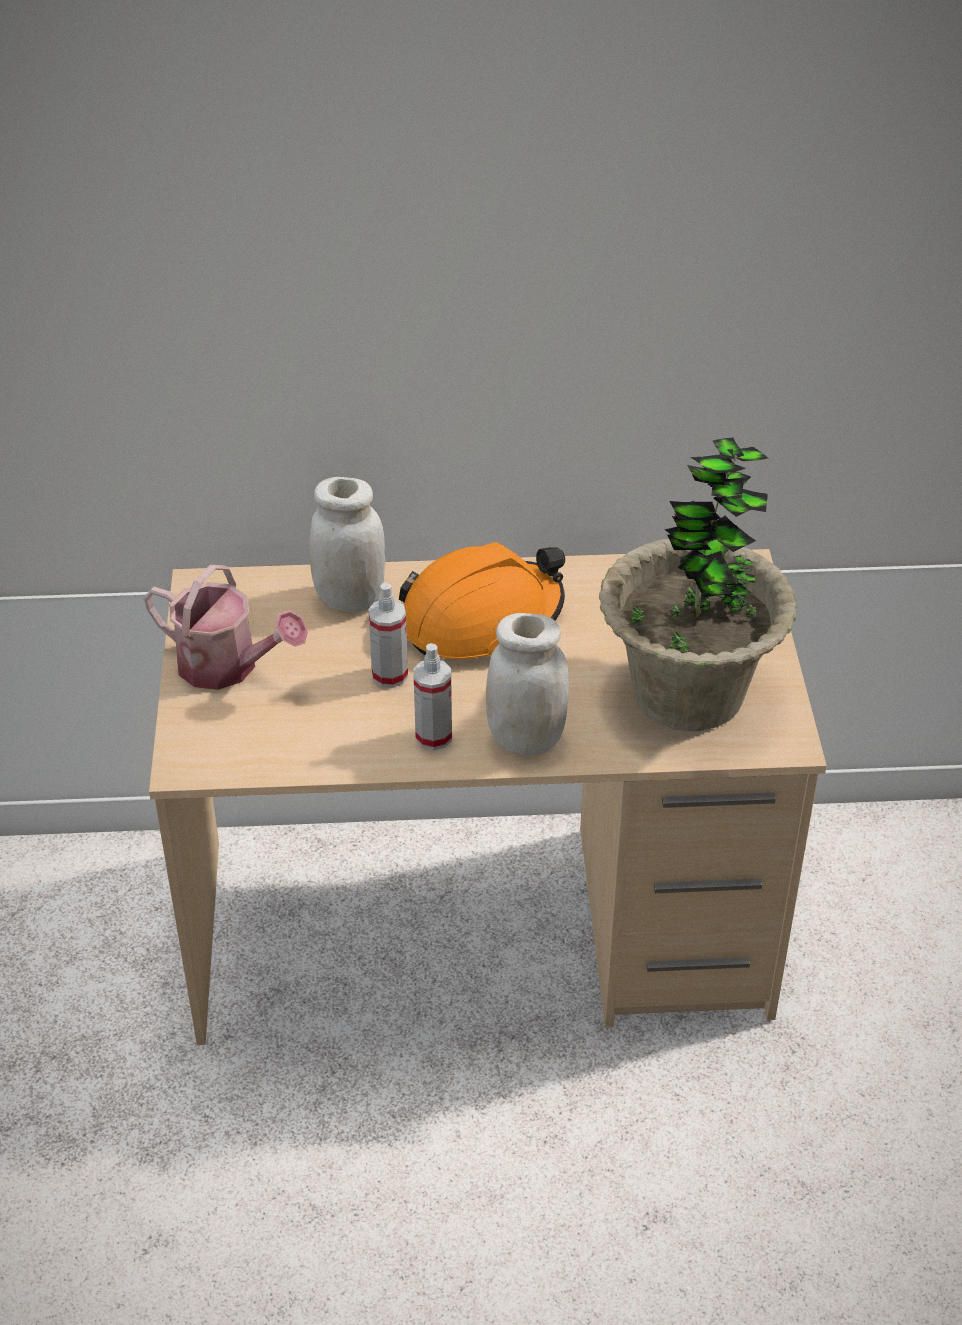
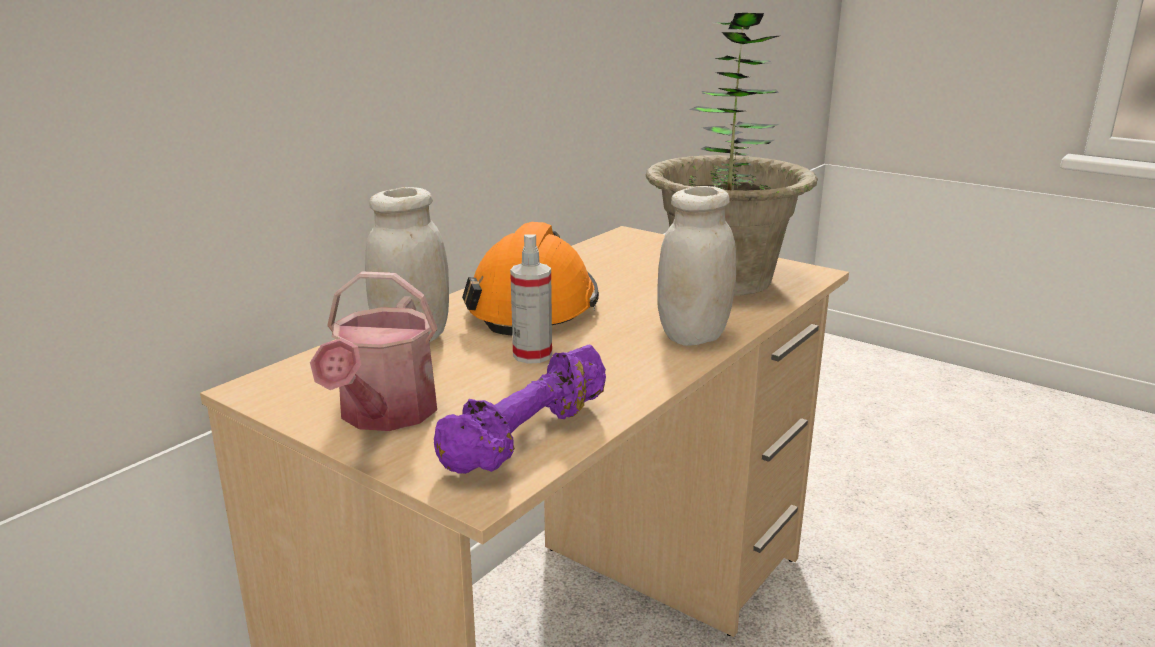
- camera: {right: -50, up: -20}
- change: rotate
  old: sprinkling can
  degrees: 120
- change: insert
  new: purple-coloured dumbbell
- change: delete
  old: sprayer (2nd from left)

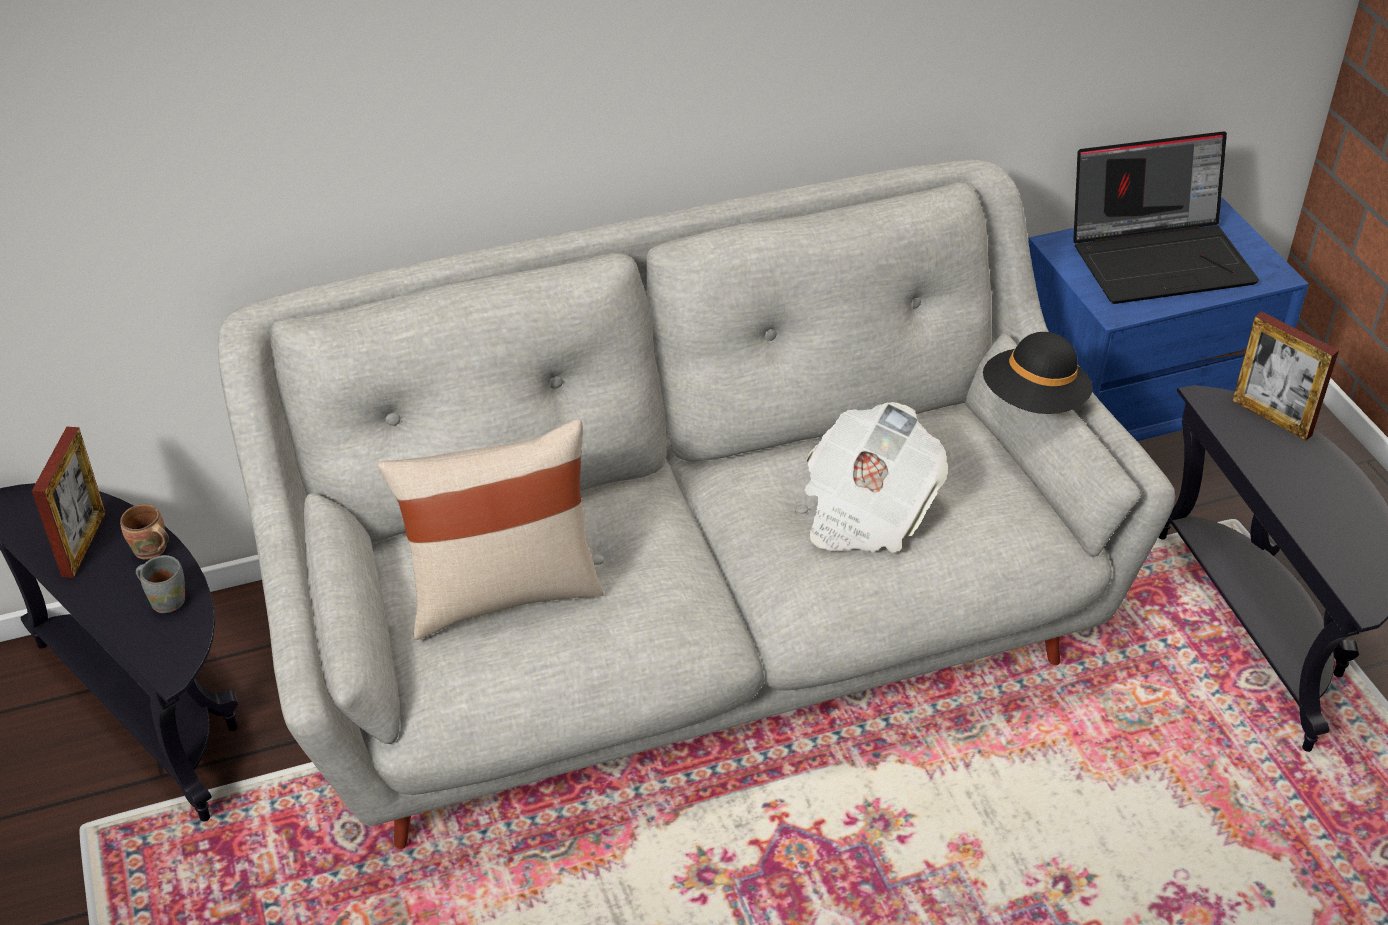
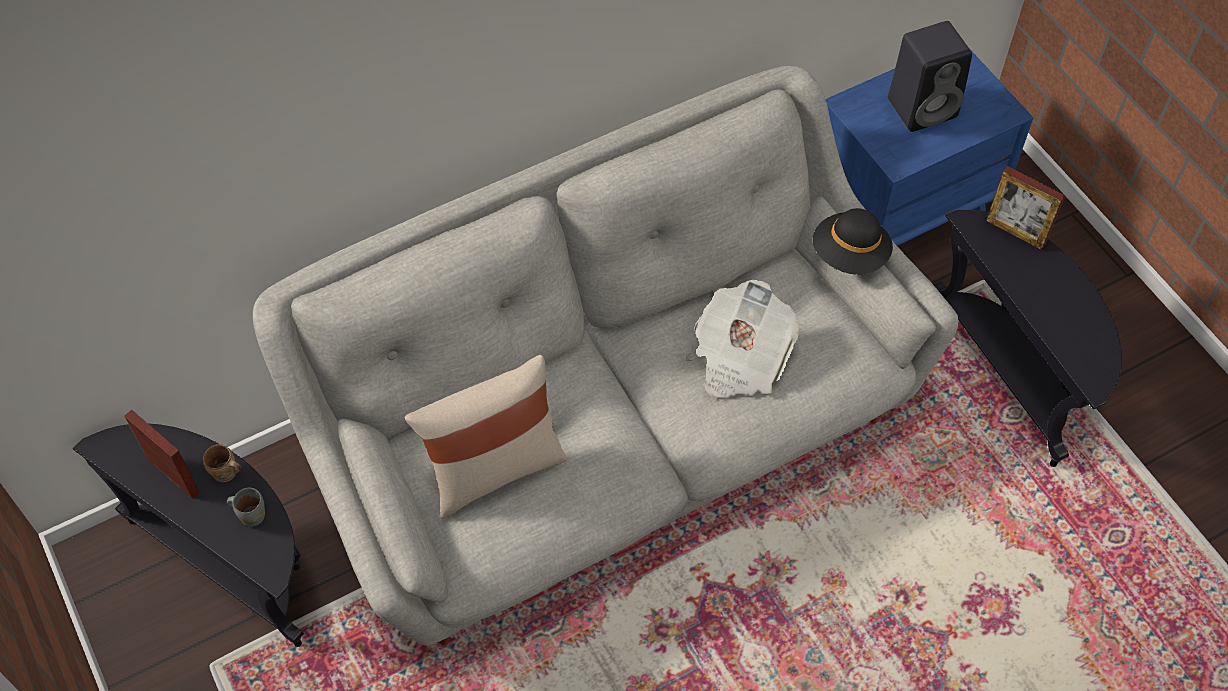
- camera: {right: -10, up: 15}
- change: rotate
  old: picture frame (1st from left)
  degrees: -45
- change: replace
  old: laptop
  new: blackish speaker

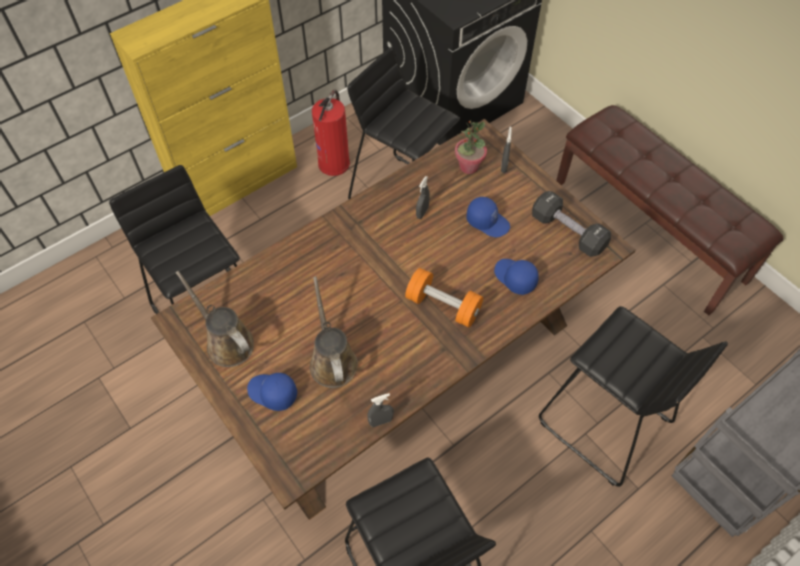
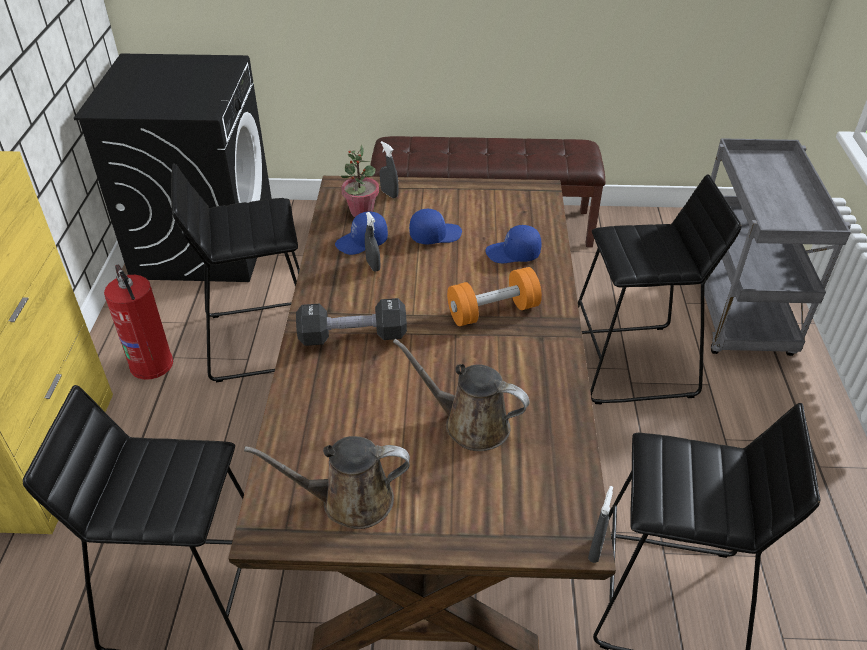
- camera: {right: -50, up: -15}
- change: move
  old: blackish dumbbell
- change: move
  old: blue-coloured baseball cap (1st from left)
- change: move
  old: grey sprayer (1st from left in the first image)
  new: grey sprayer (3rd from left)

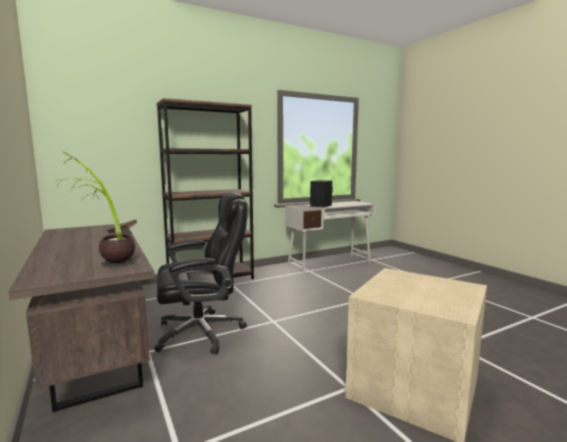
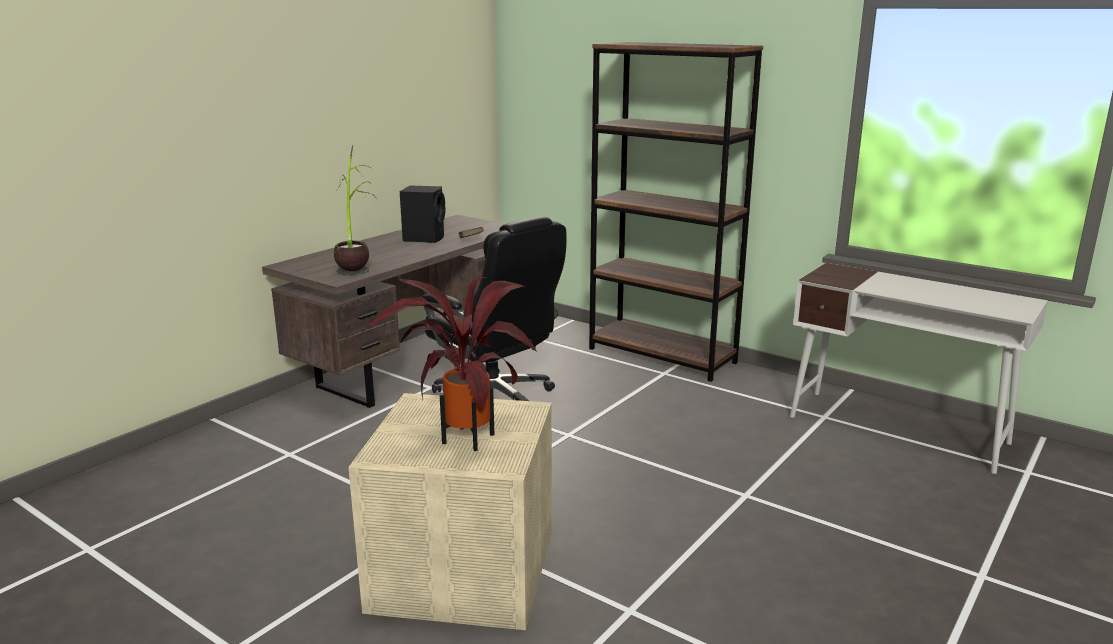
- camera: {right: 65, up: 10}
- change: insert
  new: houseplant (2nd from left)
- change: move
  old: blackish speaker

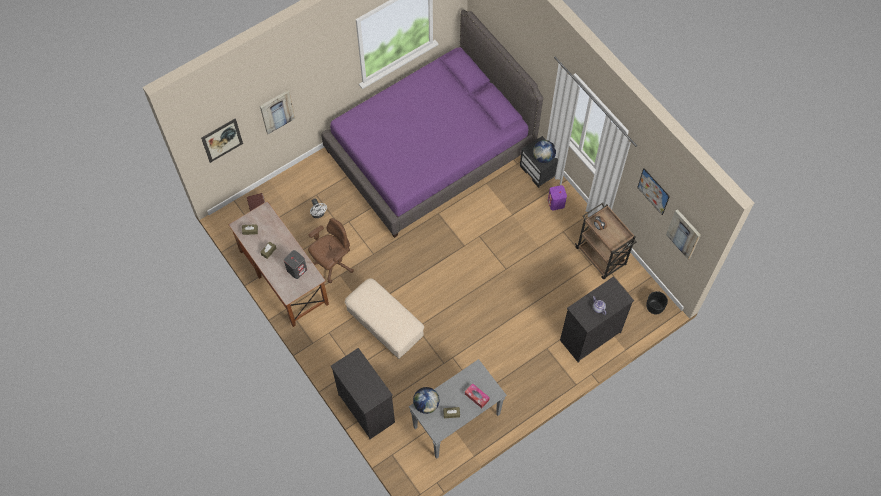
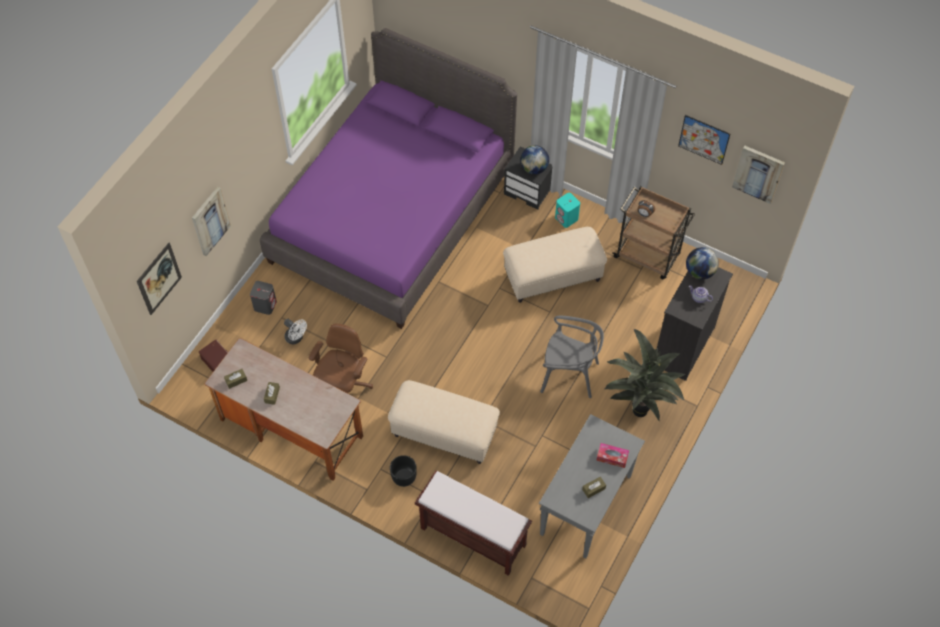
- camera: {right: -25, up: -5}
- change: move
  old: grey speaker
- change: move
  old: blackish plant pot
- change: replace
  old: blackish dresser (1st from left)
  new: brown bench
- change: insert
  new: beige footrest (2nd from left)
- change: insert
  new: grey chair
- change: recolor
  old: purple-coloured speaker
  new: turquoise-coloured speaker
- change: insert
  new: houseplant
- change: move
  old: world globe (1st from left in the first image)
  new: world globe (2nd from left)

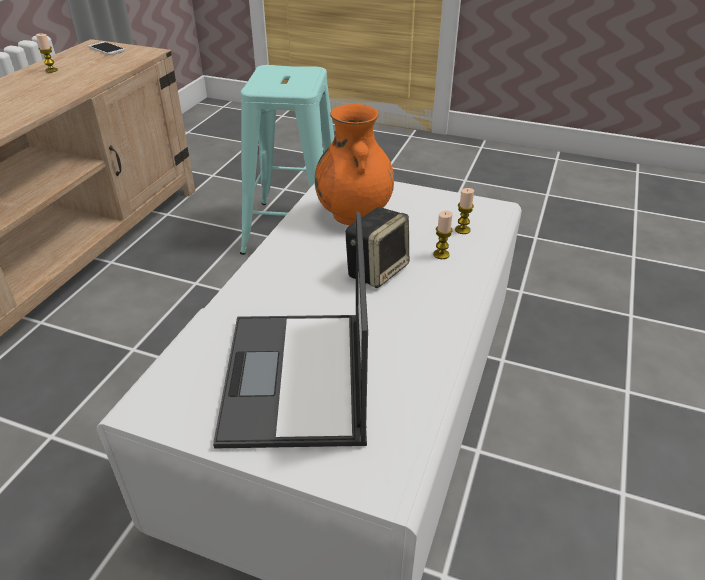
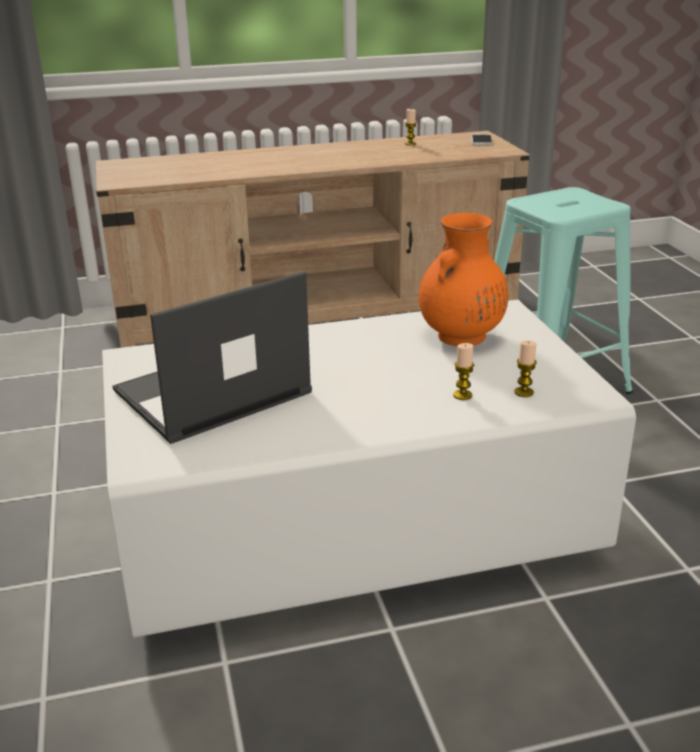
- camera: {right: 55, up: -10}
- change: delete
  old: speaker

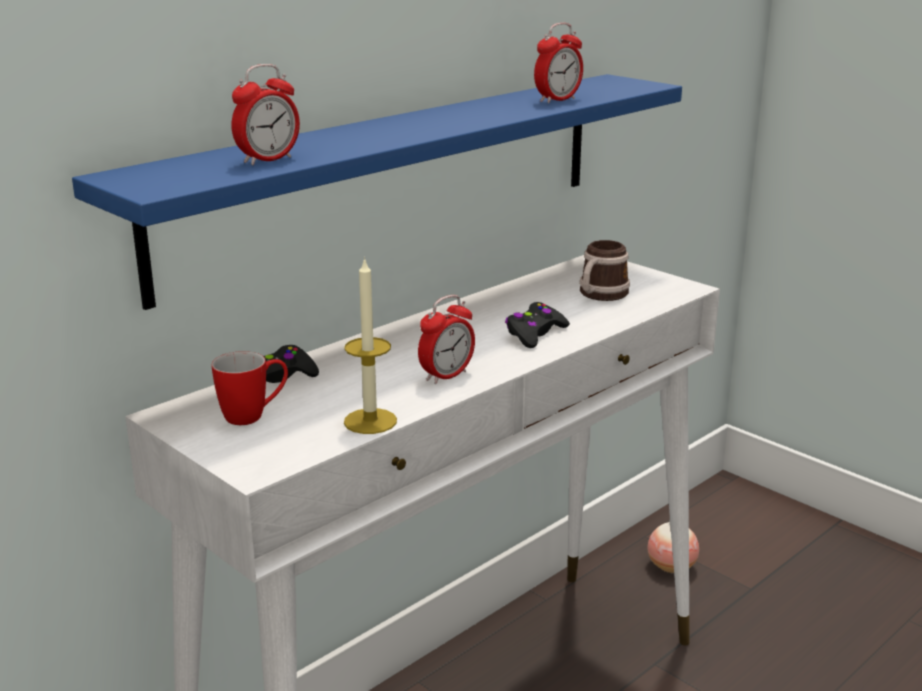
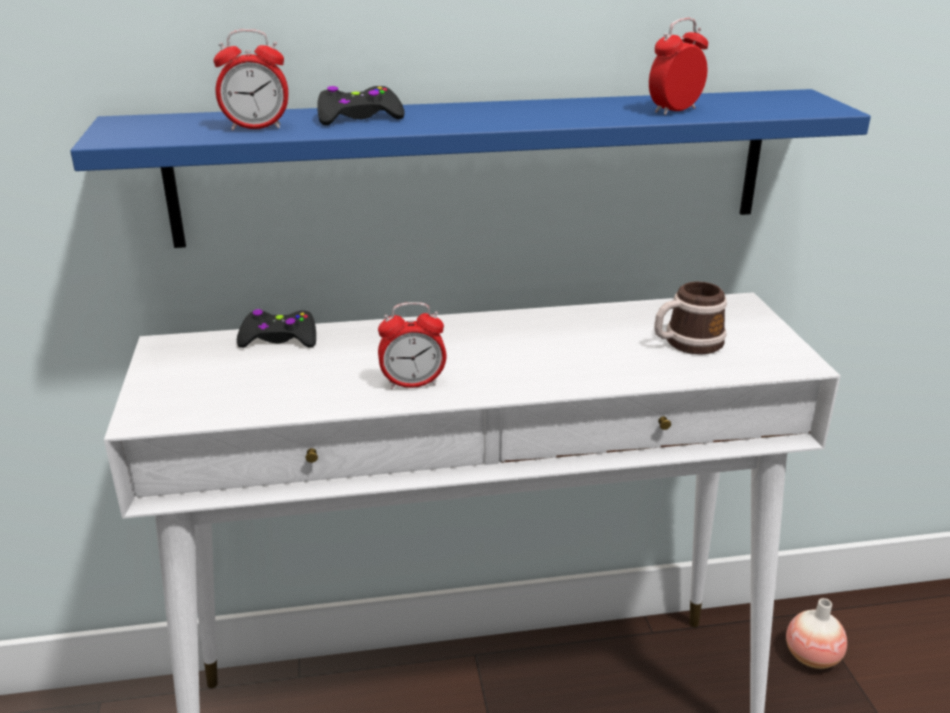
- camera: {right: 35, up: 5}
- change: move
  old: blackish gamepad (2nd from left)
- change: rotate
  old: table clock (3rd from left)
  degrees: 150
- change: delete
  old: coffee mug (1st from left)
- change: delete
  old: candle

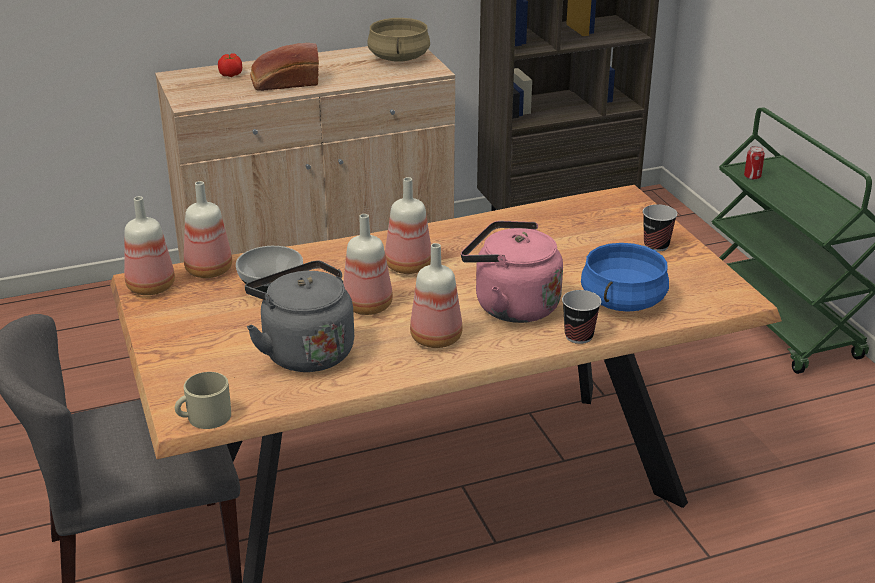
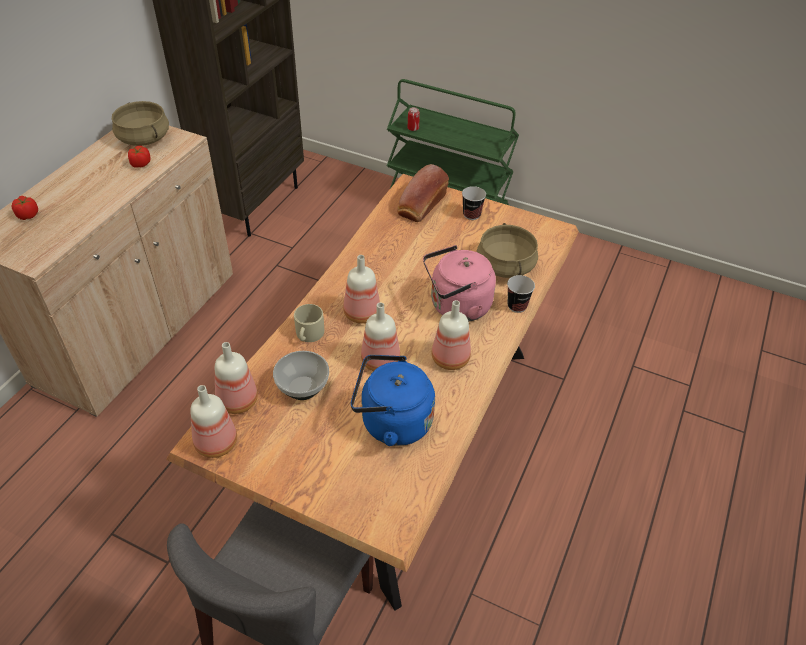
- camera: {right: -45, up: 15}
- change: insert
  new: whole tomato (2nd from left)
- change: move
  old: beige coffee mug
- change: recolor
  old: grey tea kettle
  new: blue-coloured tea kettle
- change: move
  old: baked bread
- change: recolor
  old: blue-coloured cooking pot
  new: beige cooking pot (2nd from left)

